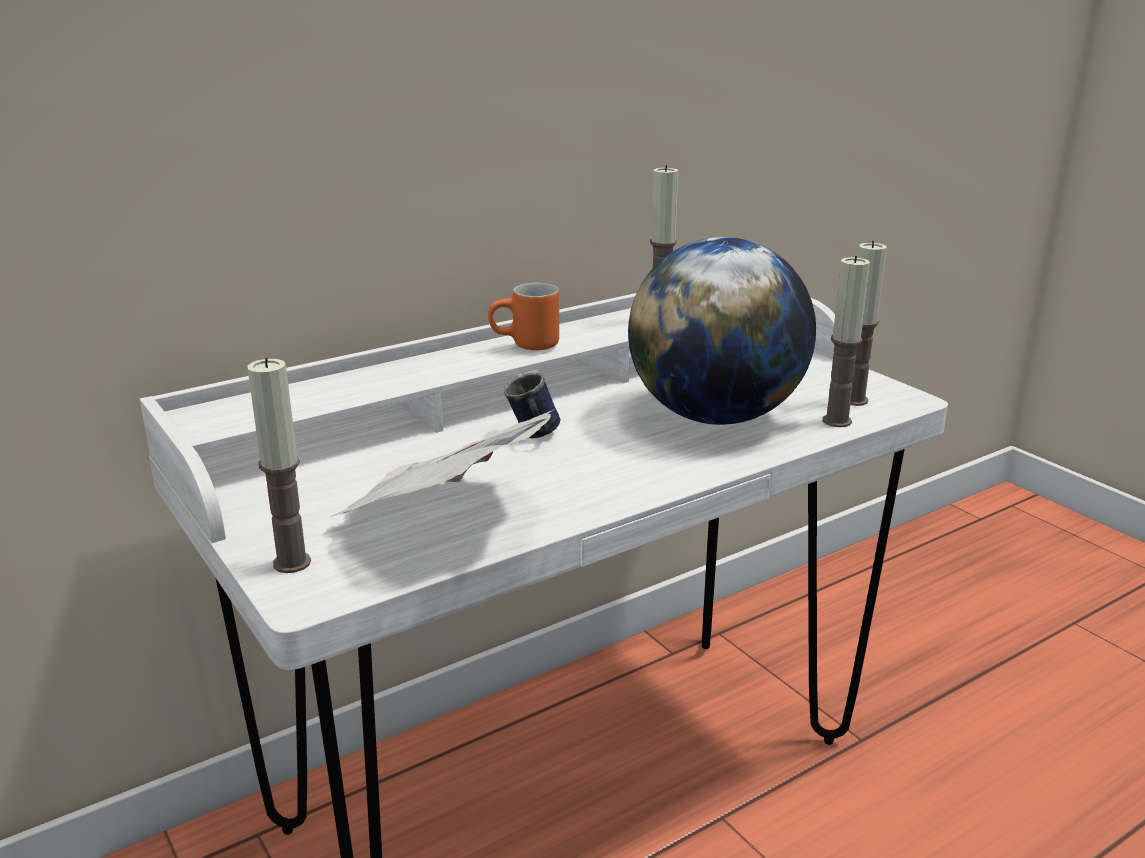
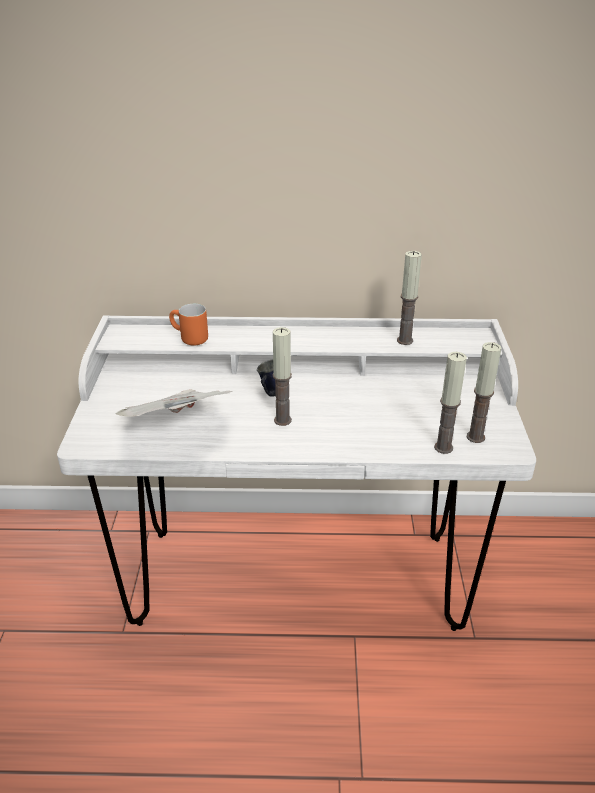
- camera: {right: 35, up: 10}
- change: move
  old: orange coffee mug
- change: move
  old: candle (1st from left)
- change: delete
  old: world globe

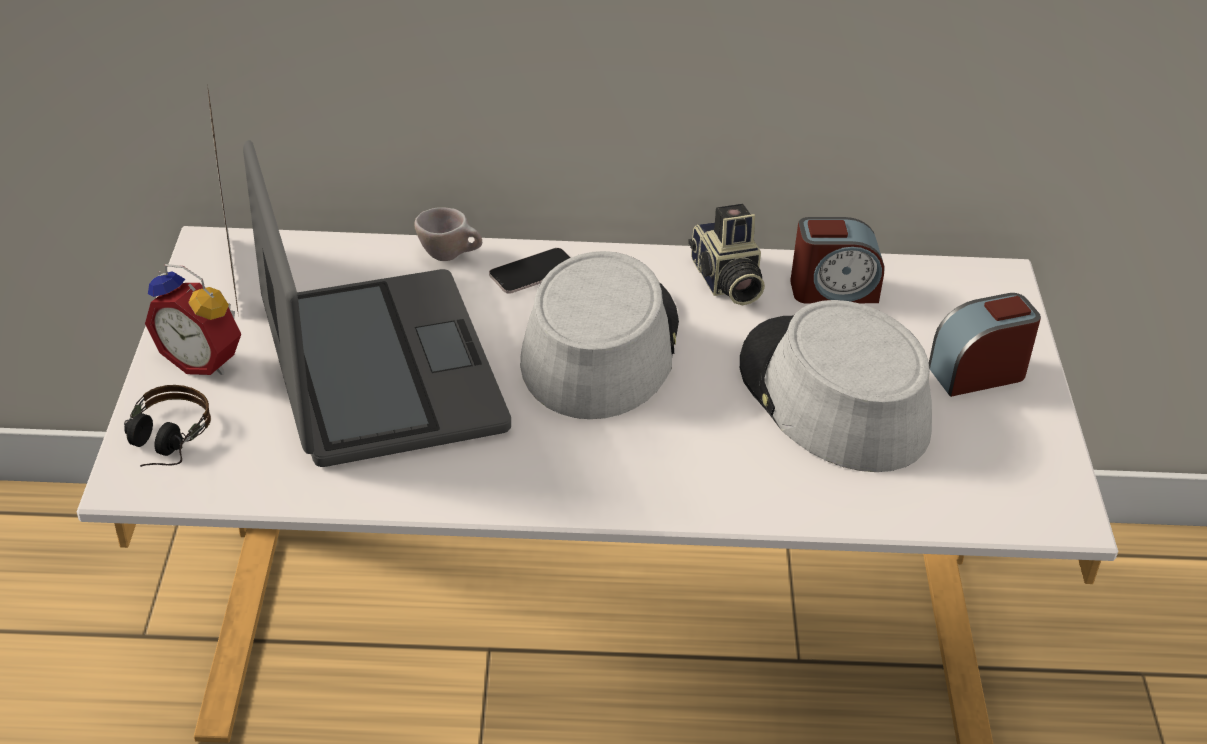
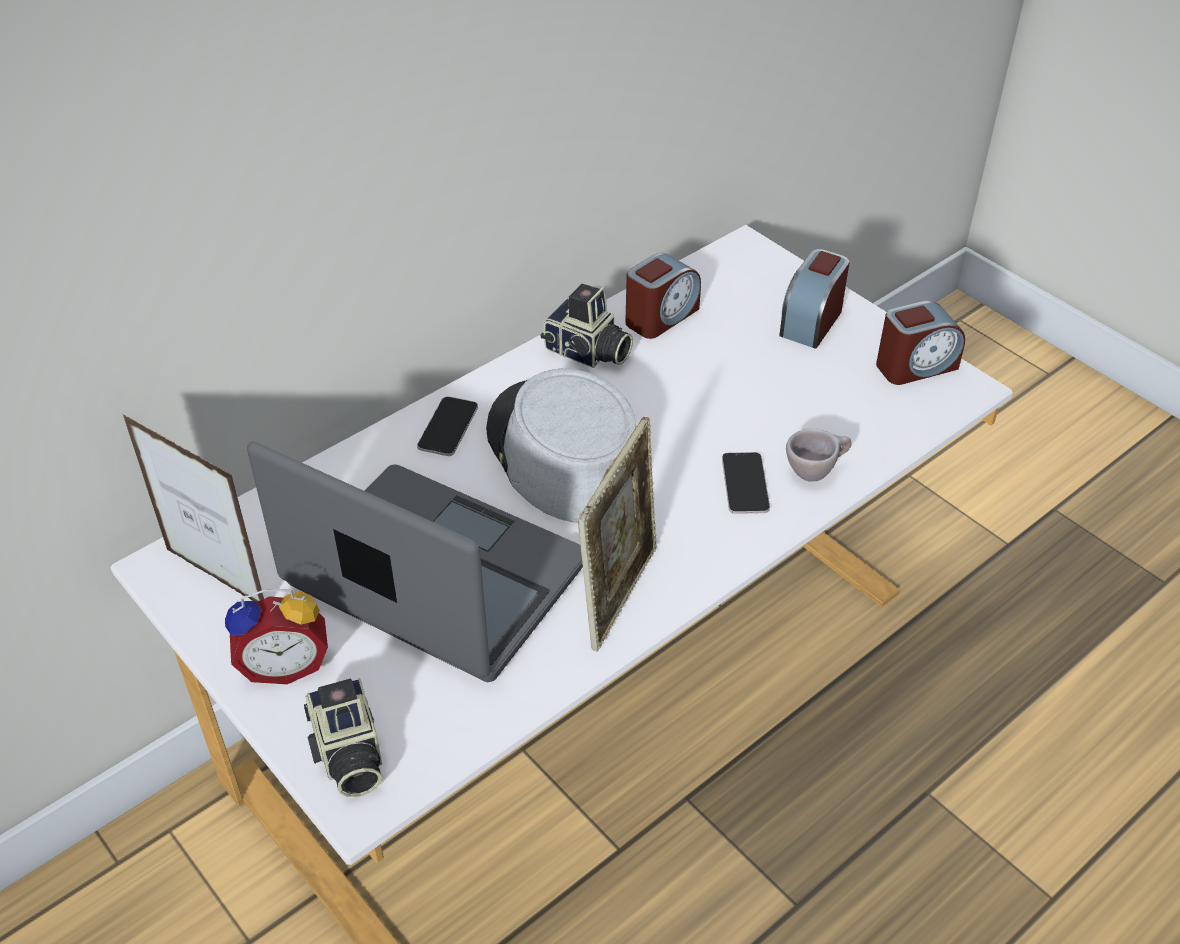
- camera: {right: -40, up: 5}
- change: replace
  old: headphones
  new: photo camera (1st from left)
- change: insert
  new: picture frame (2nd from left)
- change: insert
  new: phone (2nd from left)
- change: move
  old: beige cup
- change: insert
  new: table clock (4th from left)
- change: delete
  old: grey clothing hat (2nd from left)

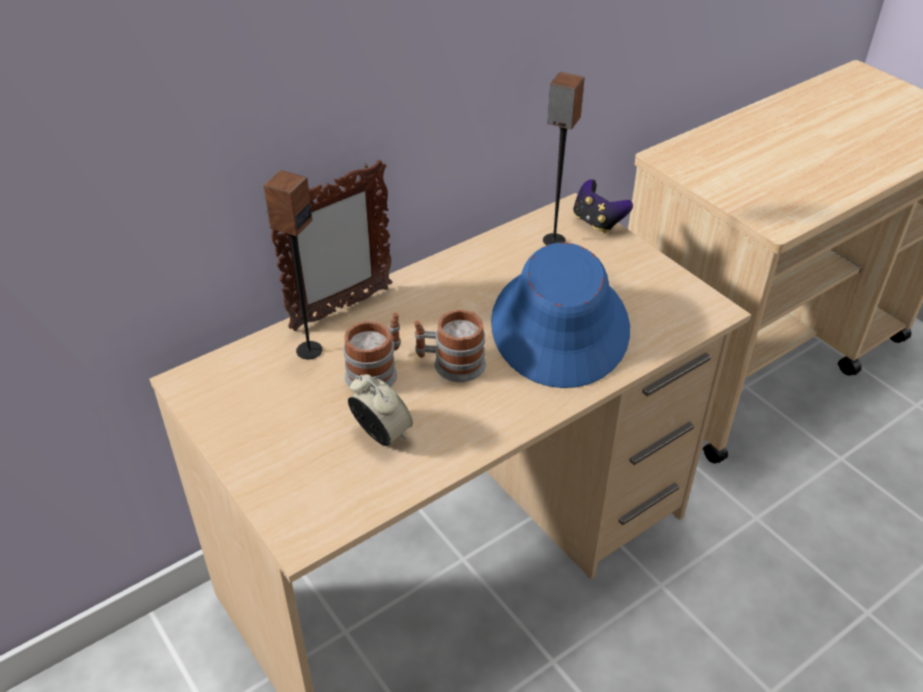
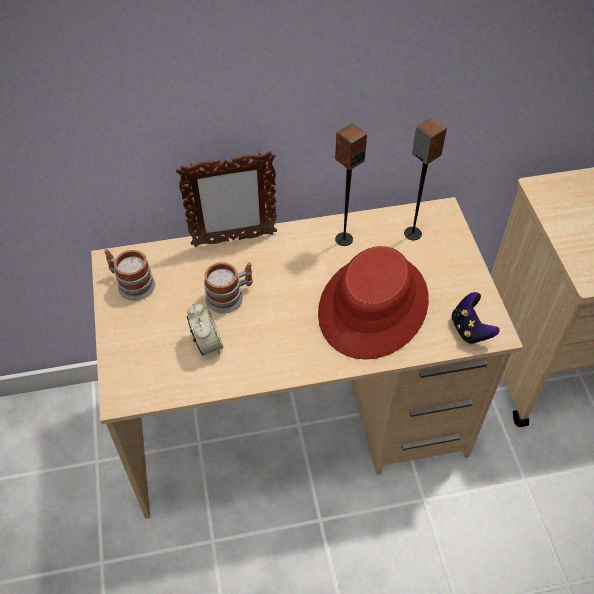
- camera: {right: 25, up: 10}
- change: move
  old: coffee mug (2nd from left in the first image)
  new: coffee mug (1st from left)
- change: recolor
  old: blue-coloured clothing hat
  new: reddish clothing hat
- change: move
  old: speaker (1st from left)
- change: move
  old: gamepad

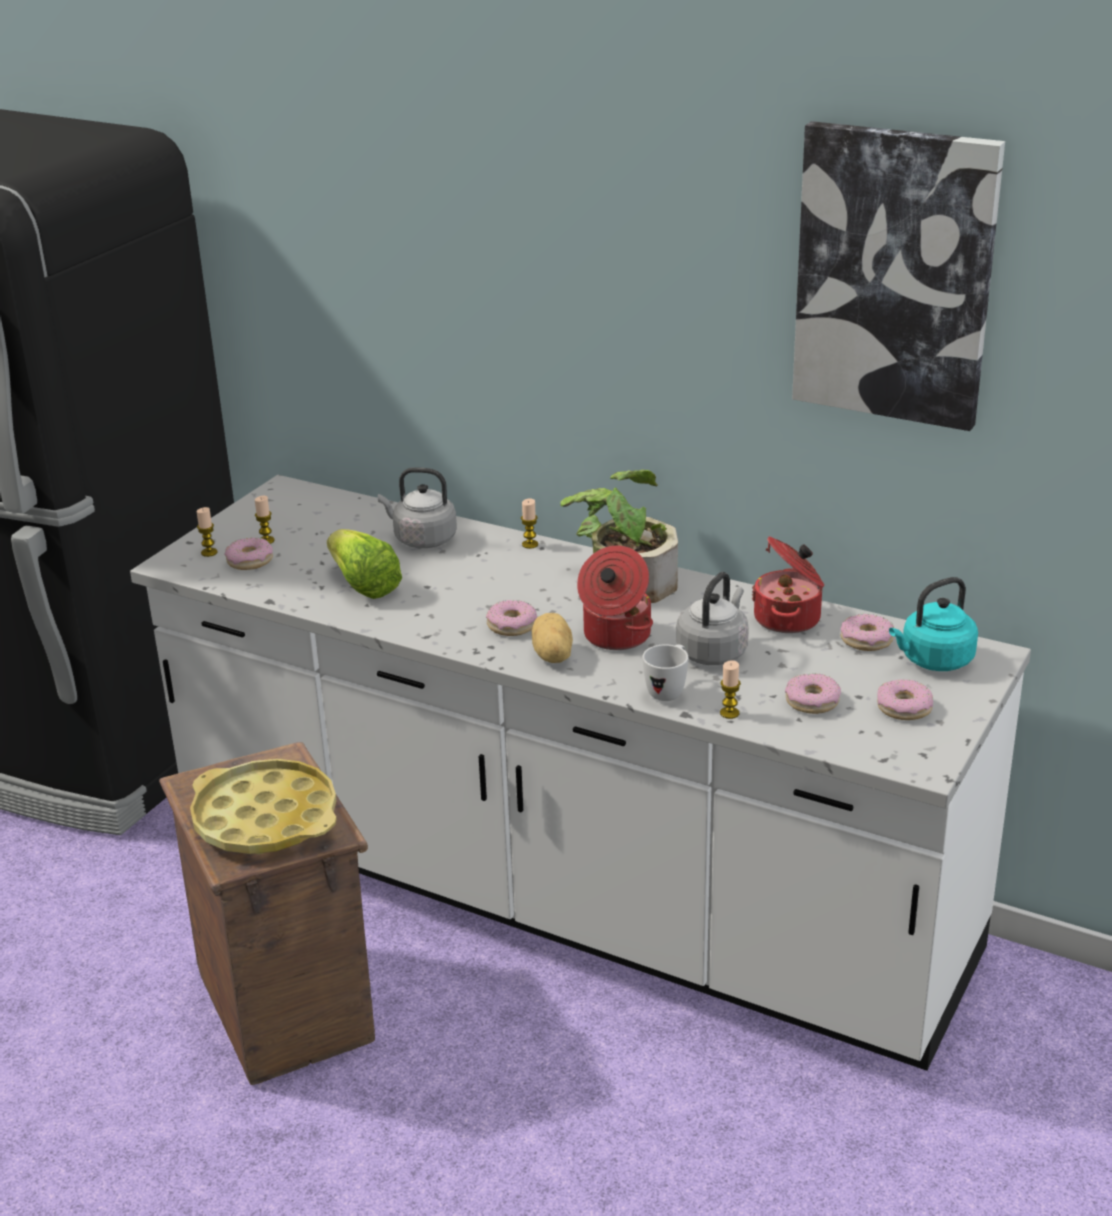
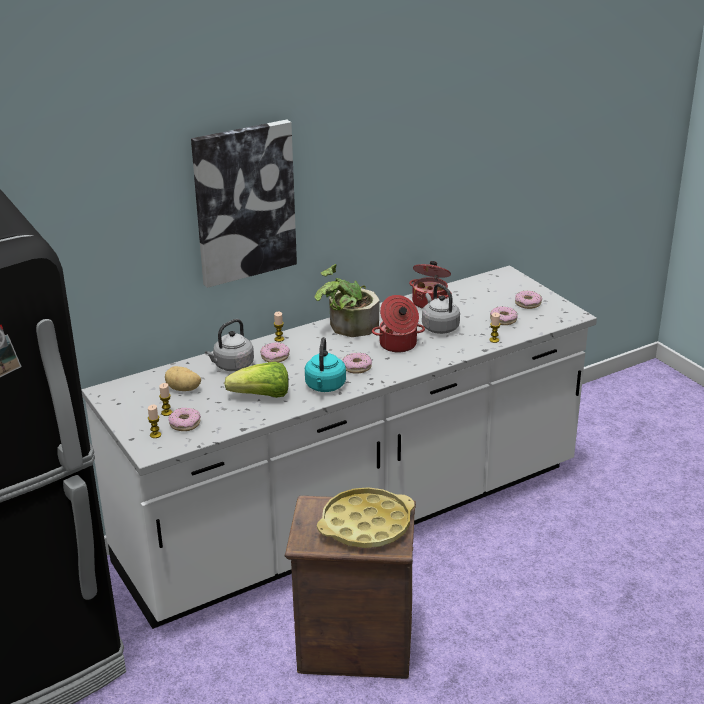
- camera: {right: -60, up: 0}
- change: move
  old: potato
- change: move
  old: picture
- change: move
  old: donut (4th from left in the first image)
  new: donut (2nd from left)
- change: move
  old: turquoise-coloured tea kettle
- change: delete
  old: white coffee mug

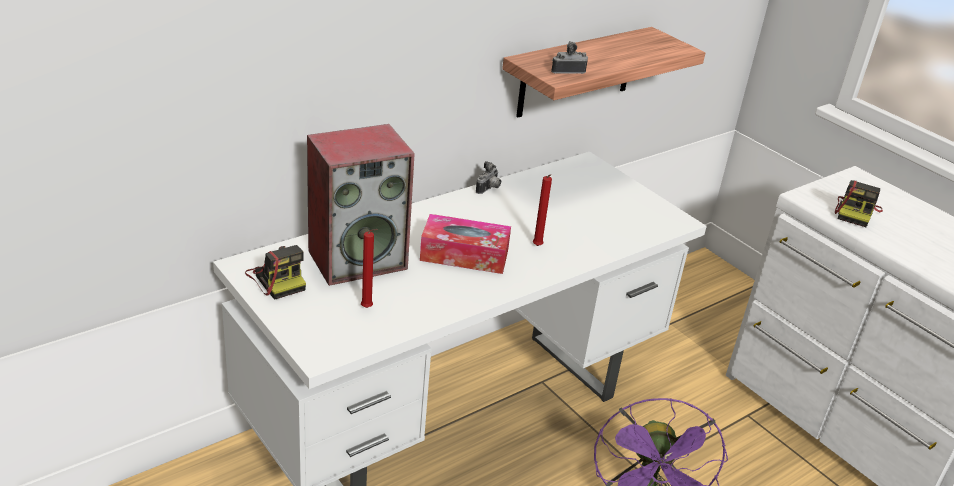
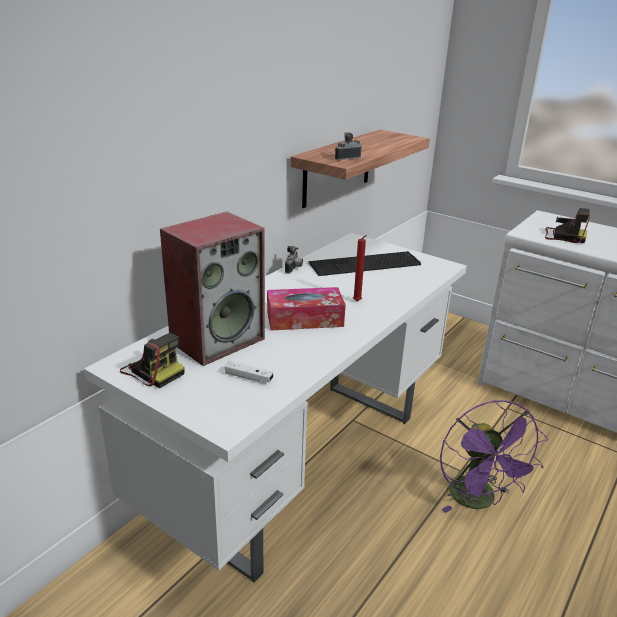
- camera: {right: -15, up: -5}
- change: replace
  old: reddish candle (1st from left)
  new: white gamepad
- change: insert
  new: computer keyboard
- change: rotate
  old: photo camera (4th from left)
  degrees: -75

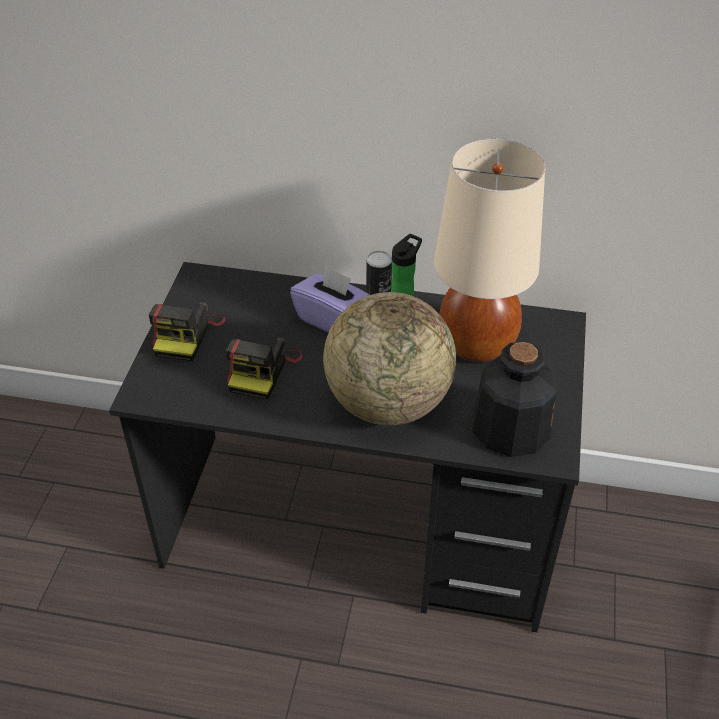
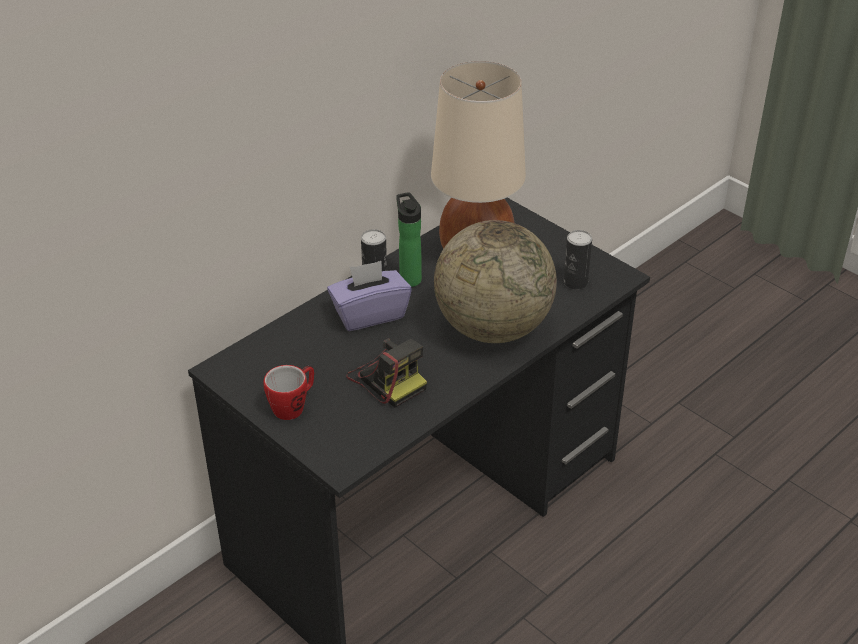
- camera: {right: -55, up: -5}
- change: replace
  old: photo camera (1st from left)
  new: coffee mug
- change: replace
  old: bottle (2nd from left)
  new: can (2nd from left)

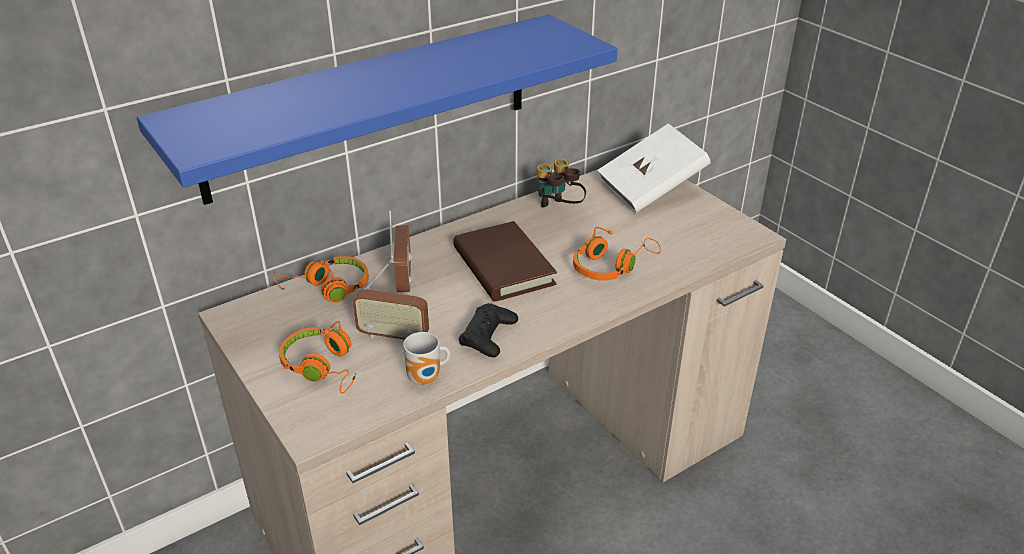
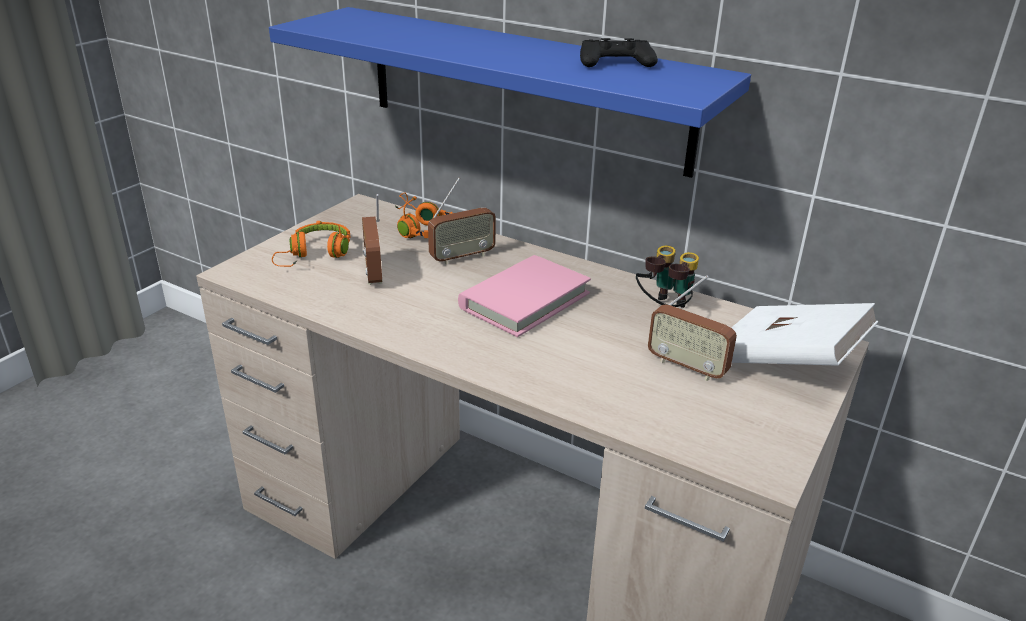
- camera: {right: 65, up: -5}
- change: recolor
  old: brown bound book
  new: pinkish bound book
- change: move
  old: blackish gamepad
- change: insert
  new: radio (3rd from left)
- change: delete
  old: coffee mug
- change: delete
  old: orange headphones (3rd from left)

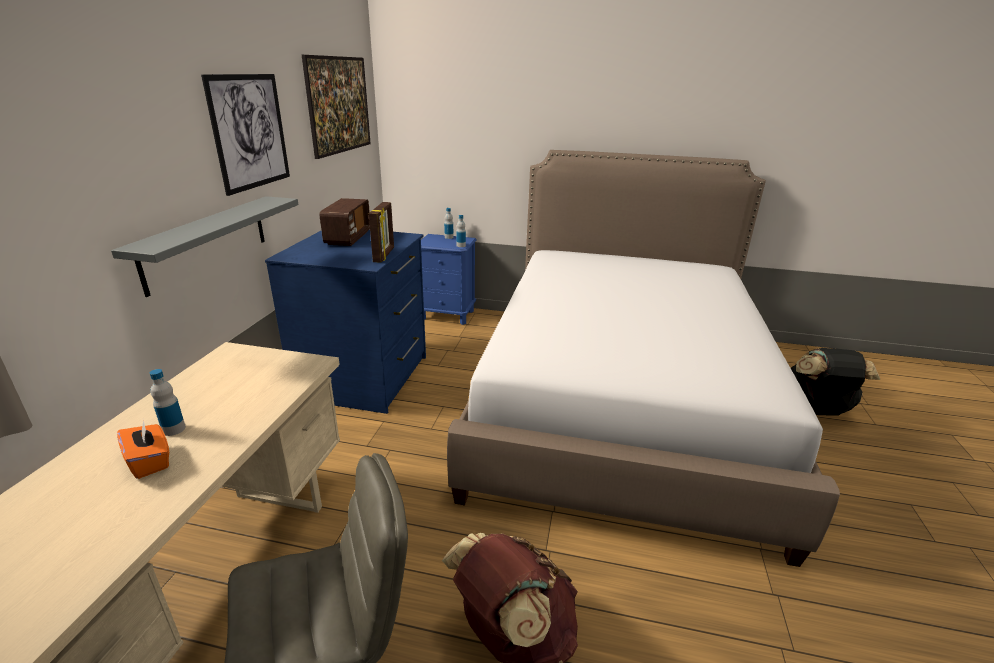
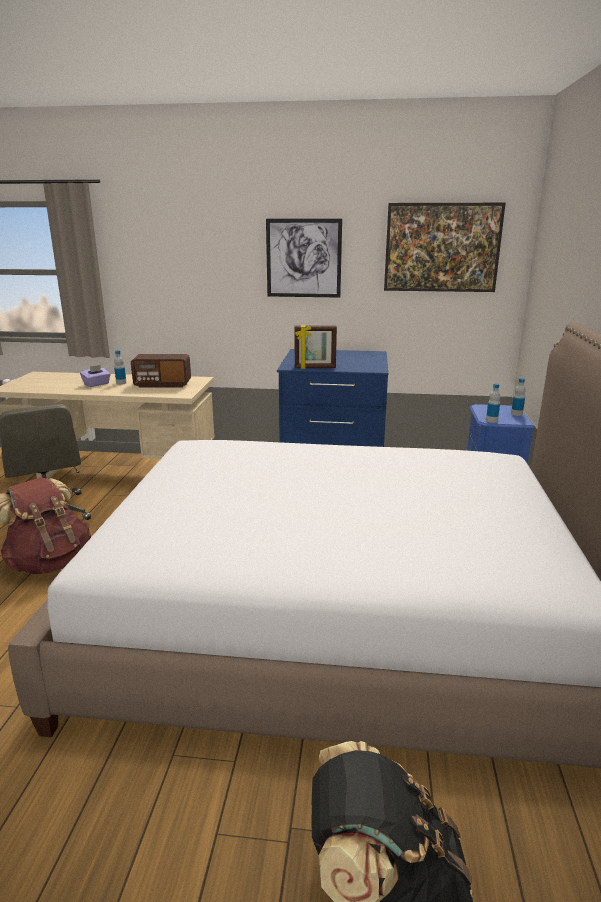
- camera: {right: 85, up: -5}
- change: recolor
  old: orange tissue holder
  new: purple-coloured tissue holder
- change: move
  old: radio
- change: delete
  old: grey shelf

